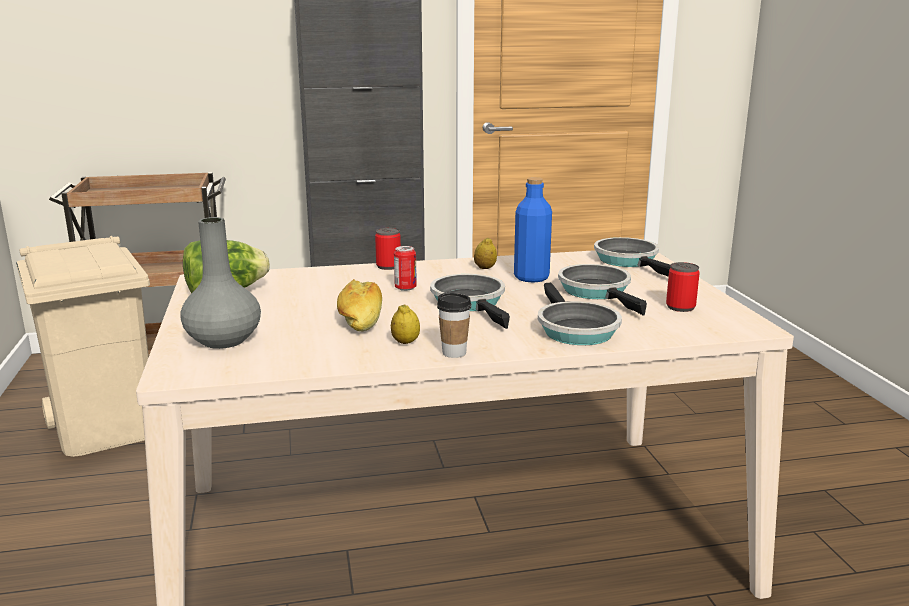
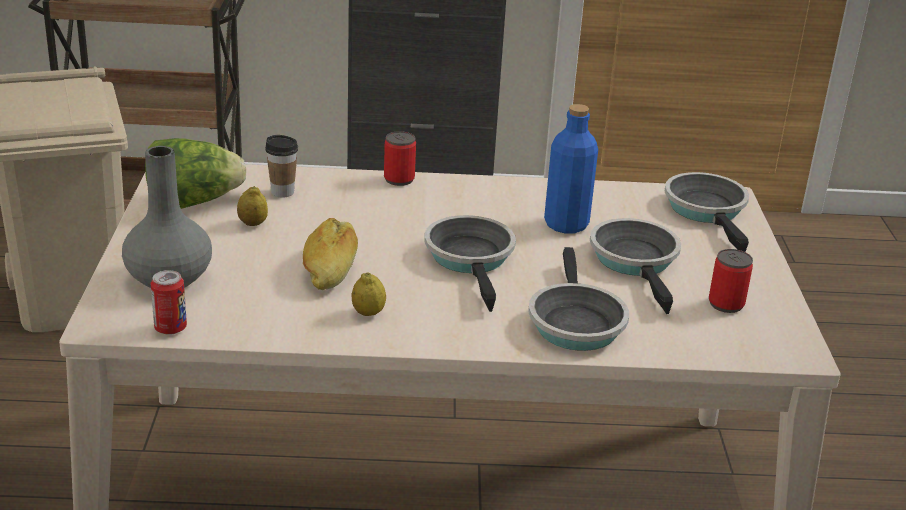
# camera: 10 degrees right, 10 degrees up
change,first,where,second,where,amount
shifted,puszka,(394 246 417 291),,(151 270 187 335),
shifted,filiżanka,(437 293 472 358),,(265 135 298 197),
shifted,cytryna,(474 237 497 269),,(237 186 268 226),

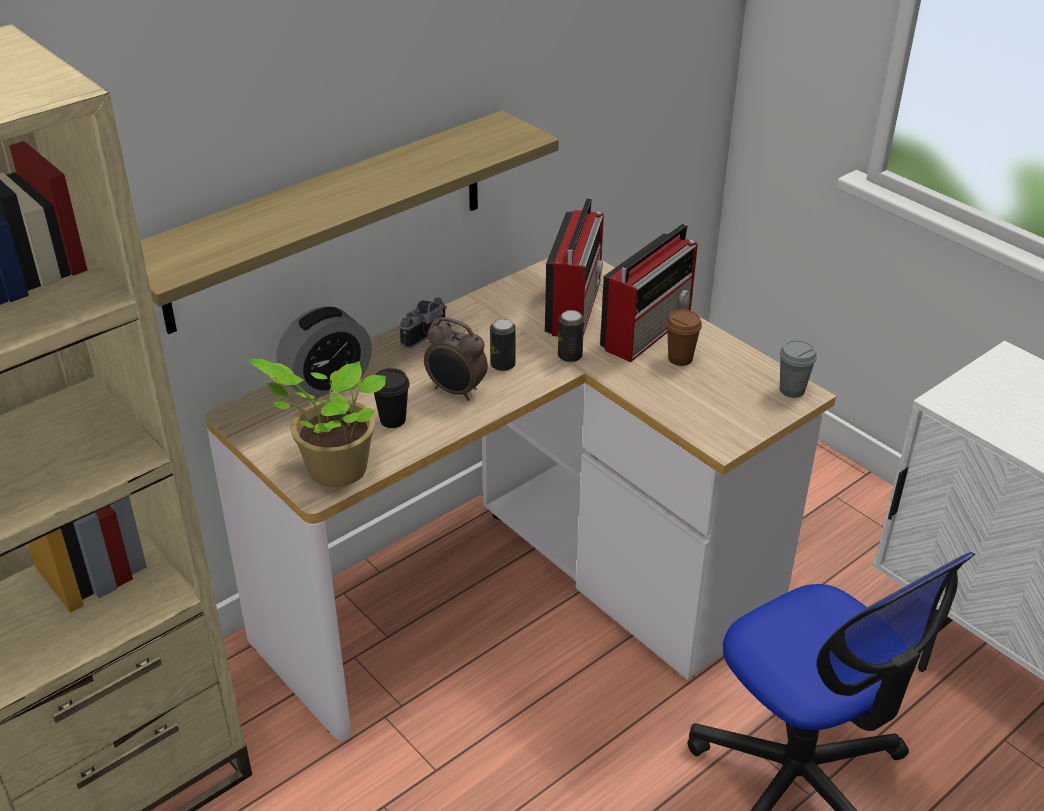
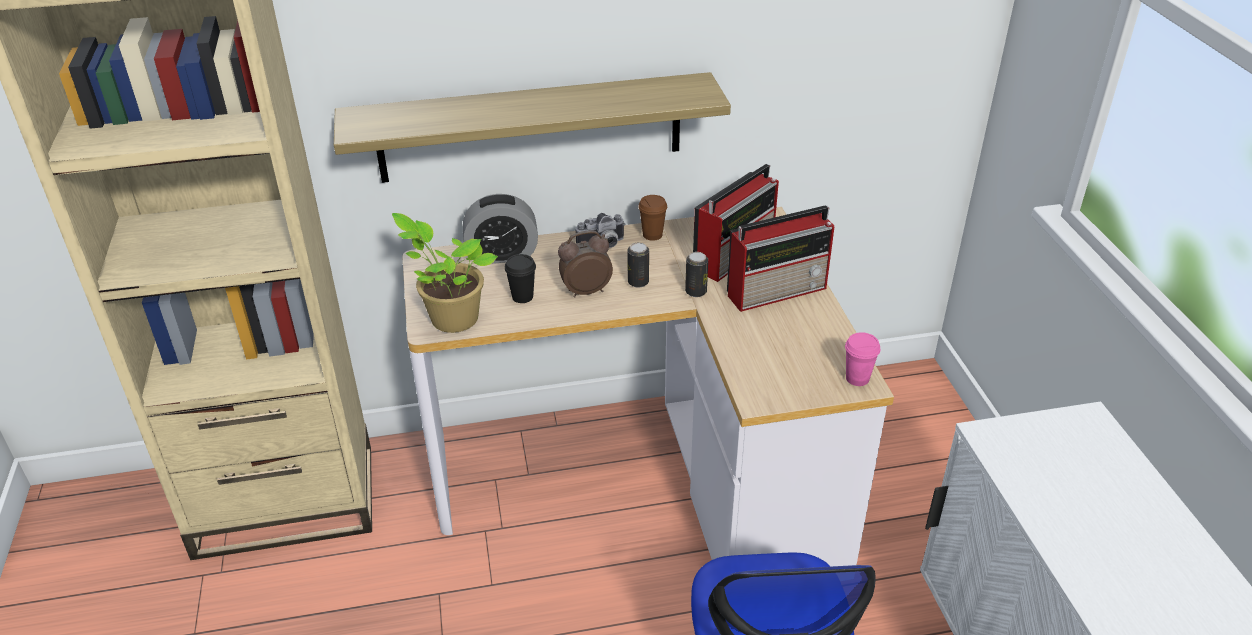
# camera: 30 degrees right, 0 degrees up
change,first,where,second,where,amount
shifted,filiżanka [brązowy],(666 310 702 366),,(638 195 667 241),
repainted,filiżanka [szary],(779 340 817 398),filiżanka [różowy],(845 332 880 386),
rotated,budzik,(424 317 488 401),,(558 230 613 298),105 degrees clockwise

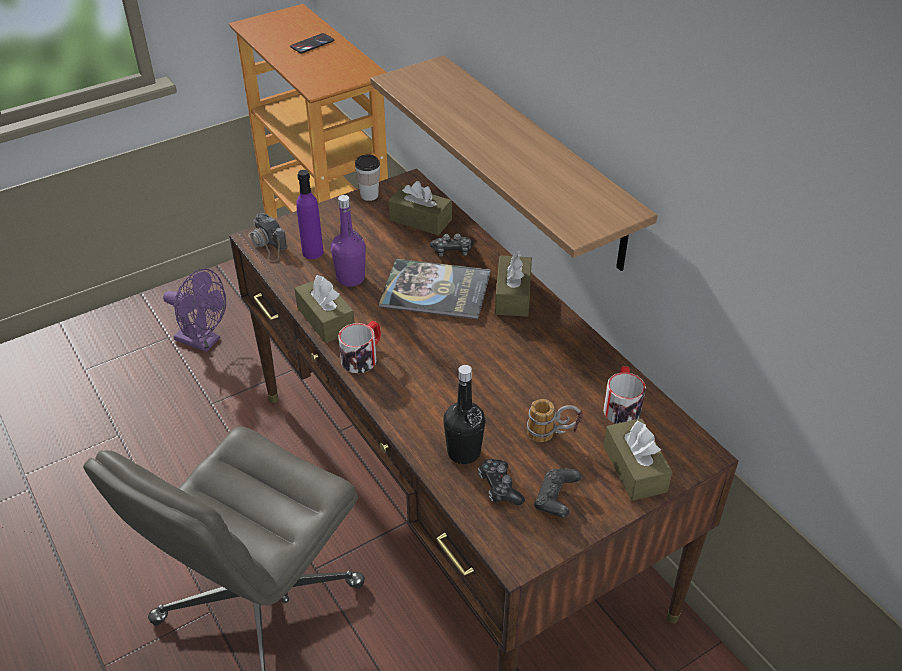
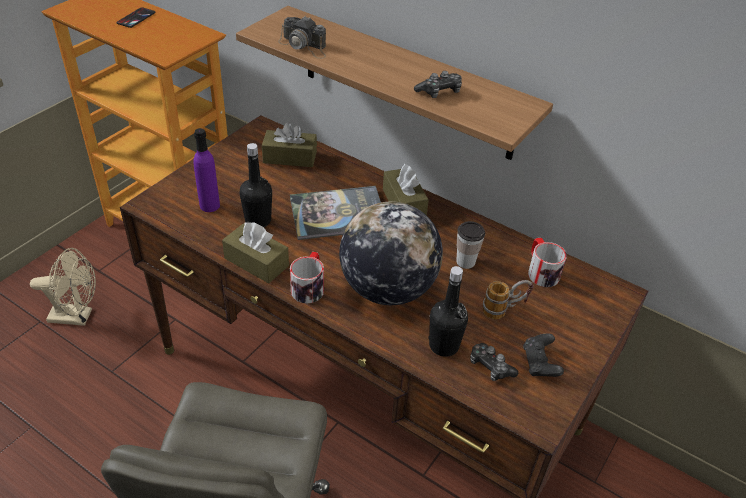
# camera: 25 degrees left, 0 degrees up
change,first,where,second,where,amount
gone,pudełko chusteczek [brązowy],(603 418 672 501),,,
new,,,globus,(339 201 443 305),
shifted,aparat fotograficzny,(248 213 287 262),,(278 16 326 59),
shifted,filiżanka,(355 154 380 201),,(456 221 485 269),
shifted,pad do gier,(430 233 474 257),,(414 71 462 98),
repainted,wentylator [fioletowy],(163 269 226 352),wentylator [beżowy],(30 248 96 326),
repainted,butelka [fioletowy],(331 195 366 287),butelka [czarny],(239 143 272 227),

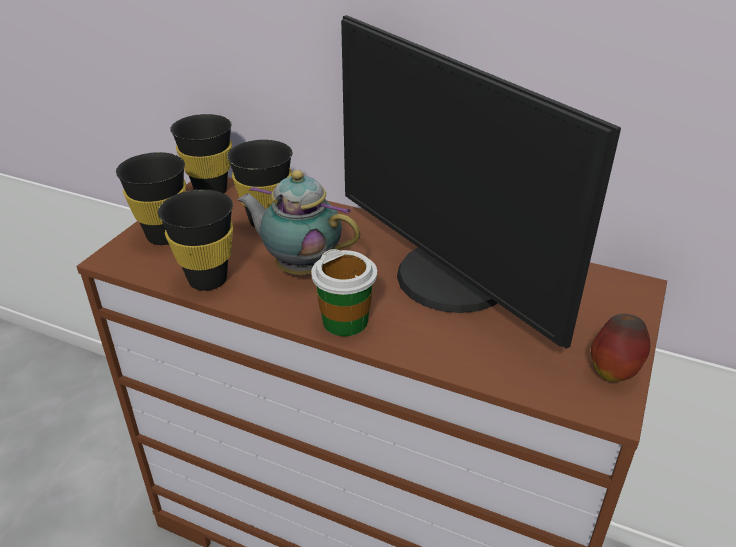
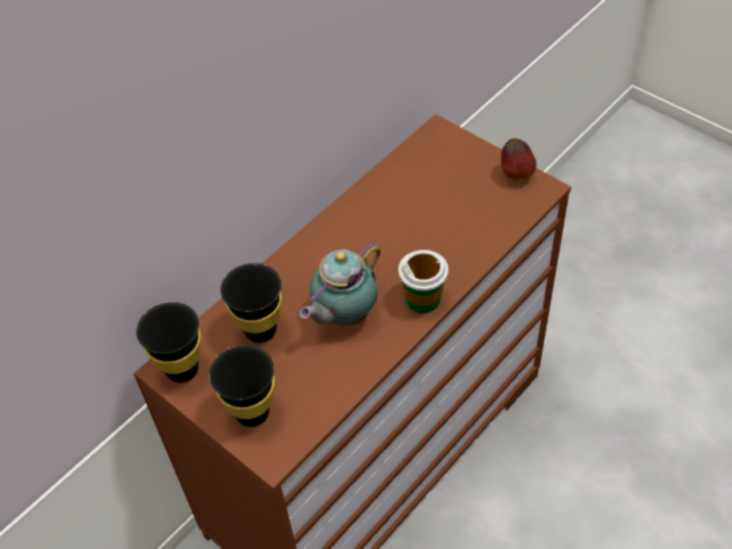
# camera: 70 degrees left, 15 degrees up
change,first,where,second,where,amount
gone,filiżanka [czarny],(158 189 233 291),,,
gone,monitor,(341 15 621 349),,,

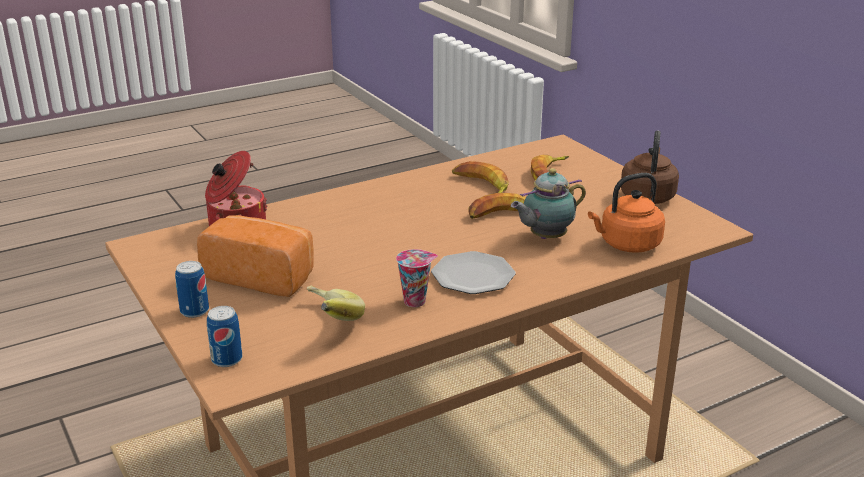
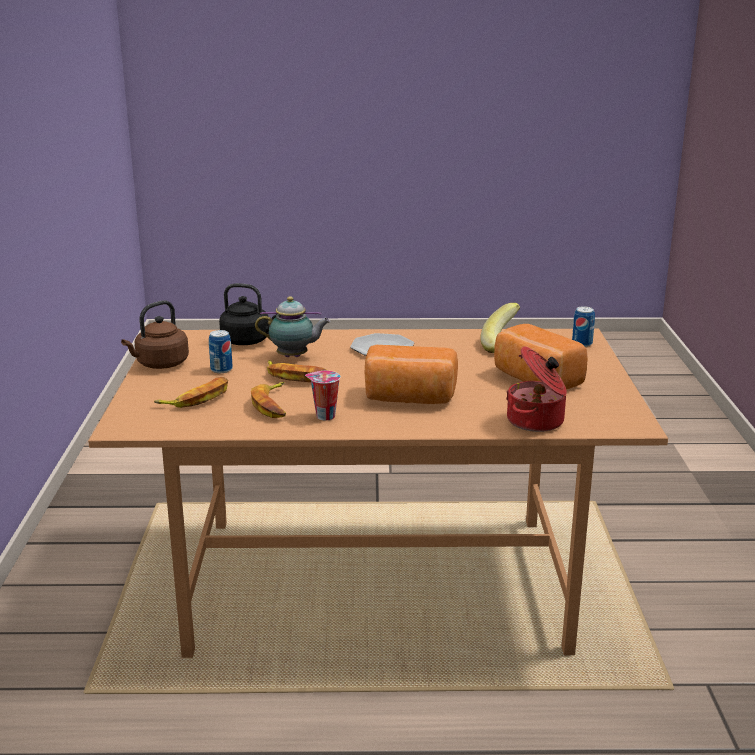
# camera: 150 degrees left, 5 degrees down
change,first,where,second,where,amount
new,,,chleb,(365 345 458 404),
shifted,puszka,(175 261 209 318),,(209 330 233 373),
shifted,filiżanka,(396 249 438 307),,(305 371 341 421),
repainted,czajnik [pomarańczowy],(588 173 665 253),czajnik [czarny],(219 283 276 345),

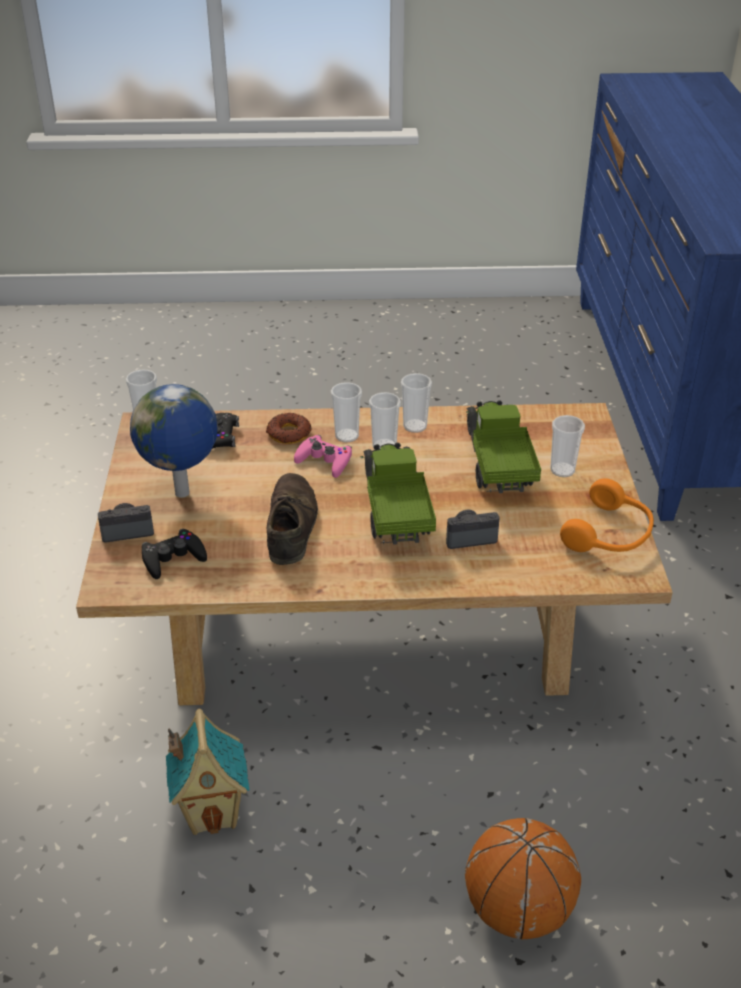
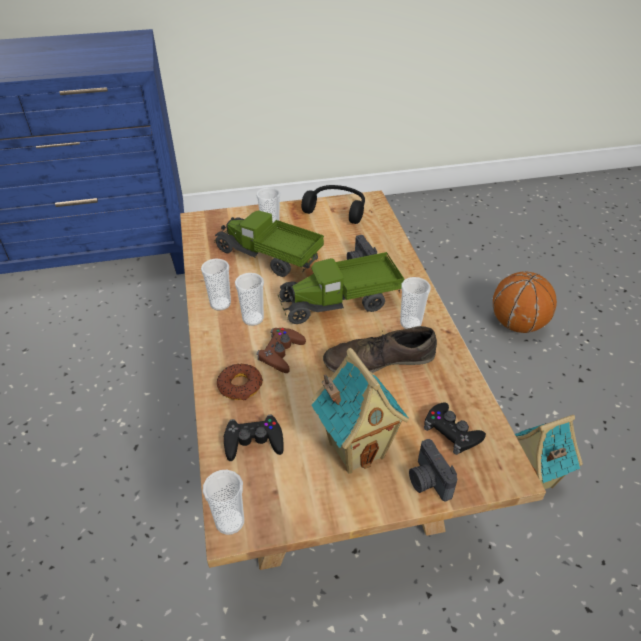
# camera: 100 degrees left, 5 degrees up
change,first,where,second,where,amount
shifted,filiżanka,(331 382 362 443),,(400 277 431 329),
swapped,globus,(130 384 217 498),domek,(311 348 409 474),
repainted,pad do gier [różowy],(294 435 352 478),pad do gier [brązowy],(257 328 306 373),
repainted,słuchawki [pomarańczowy],(560 478 654 552),słuchawki [czarny],(301 185 365 224),
rotated,ciężarówka zabawkowa,(466 400 541 493),,(214 210 324 277),45 degrees clockwise

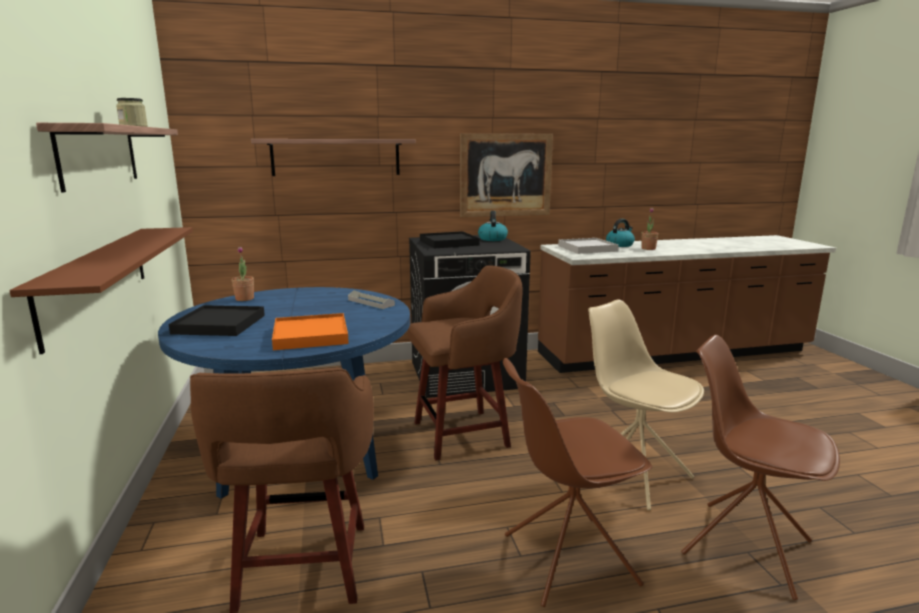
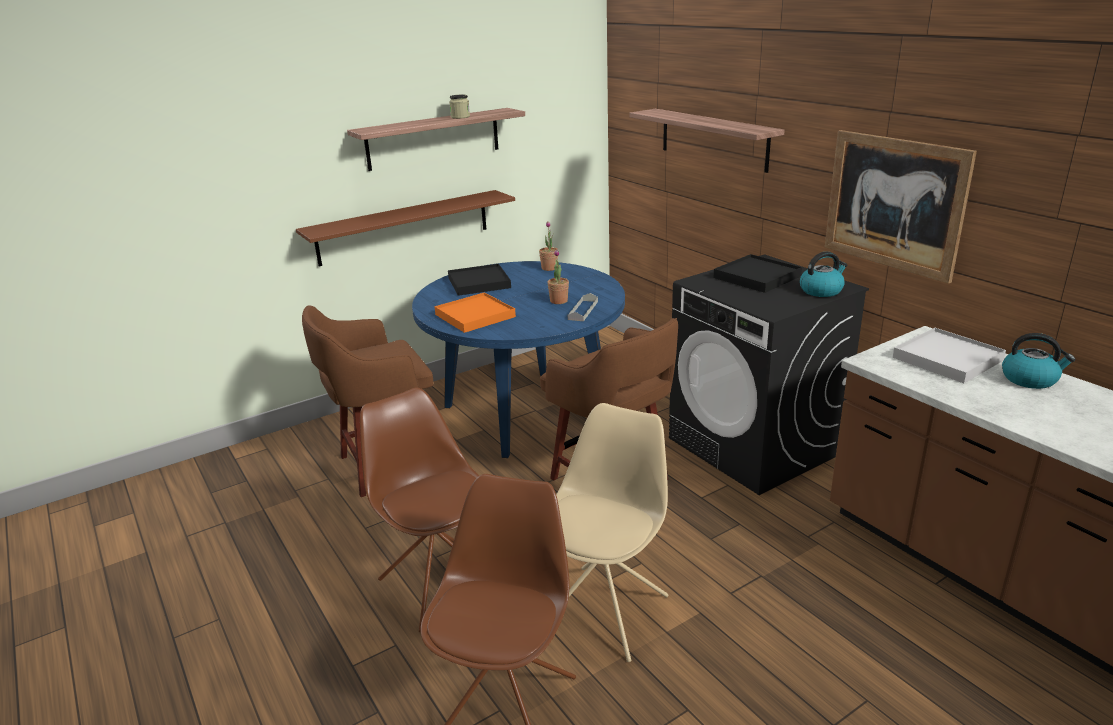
# camera: 70 degrees right, 10 degrees up
change,first,where,second,where,amount
shifted,roślina doniczkowa,(641 208 659 250),,(548 249 569 304),

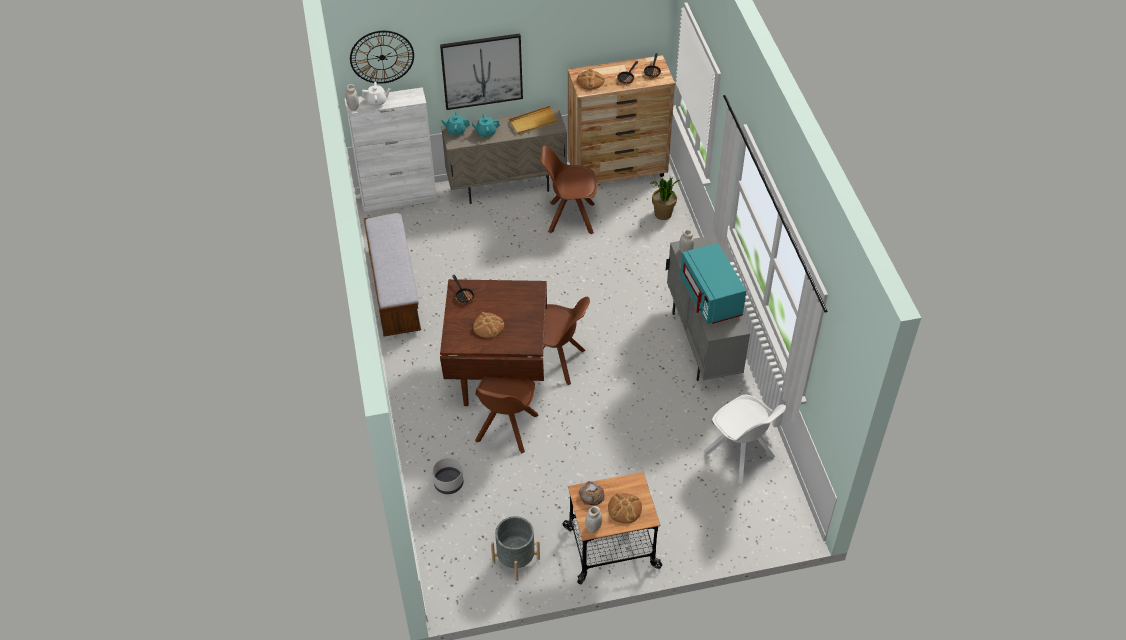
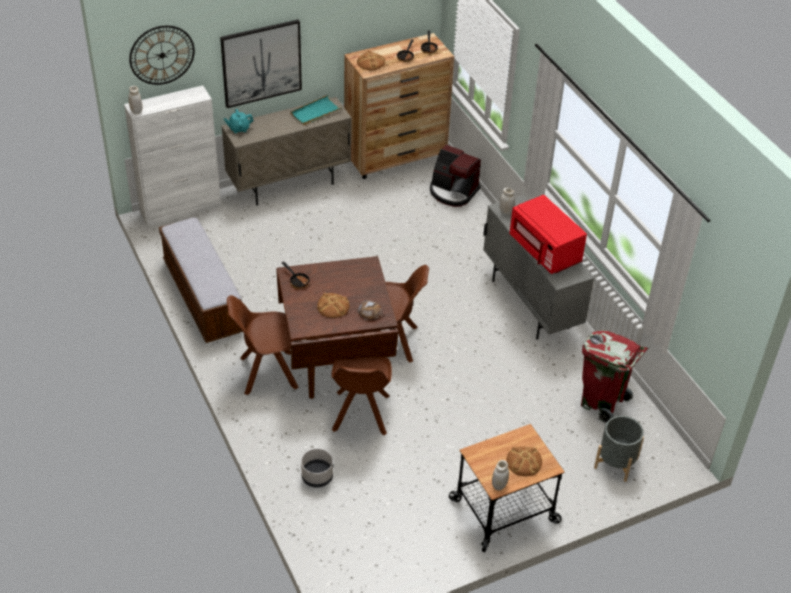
# camera: 15 degrees left, 5 degrees down
change,first,where,second,where,amount
gone,imbryk [biały],(361 82 390 107),,,
gone,imbryk [turkusowy],(471 113 500 137),,,
shifted,donica [szary],(491 516 540 581),,(594 416 644 482),
shifted,krzesło [brązowy],(540 146 597 234),,(227 295 298 395),
shifted,chleb,(579 481 604 505),,(357 299 383 321),
swapped,roślina doniczkowa,(650 177 680 220),ekspres do kawy,(430 145 481 207),
swapped,krzesło [biały],(704 395 786 484),kosz na śmieci [czerwony],(581 330 648 423),
repainted,taca [beżowy],(509 106 560 135),taca [turkusowy],(290 95 342 126),
repainted,mikrofalówka [turkusowy],(680 243 746 324),mikrofalówka [czerwony],(509 195 587 274),

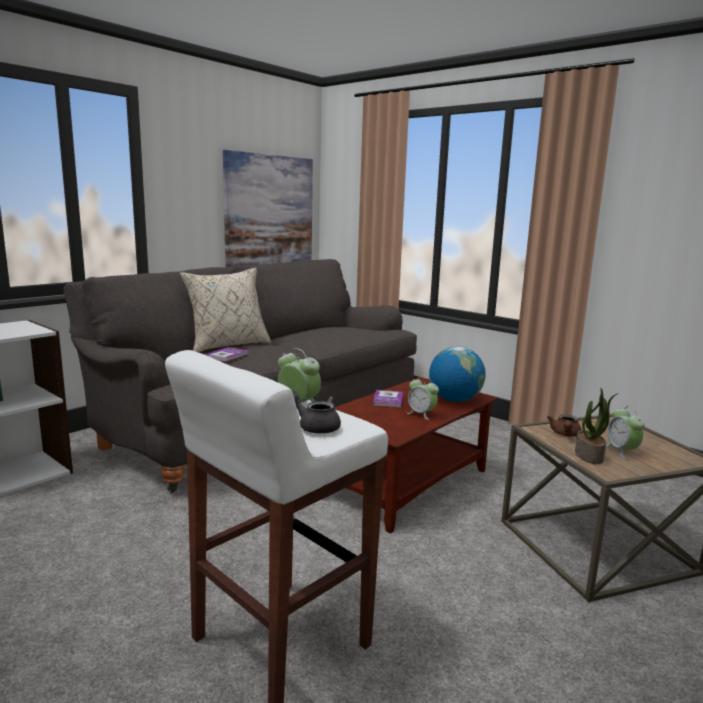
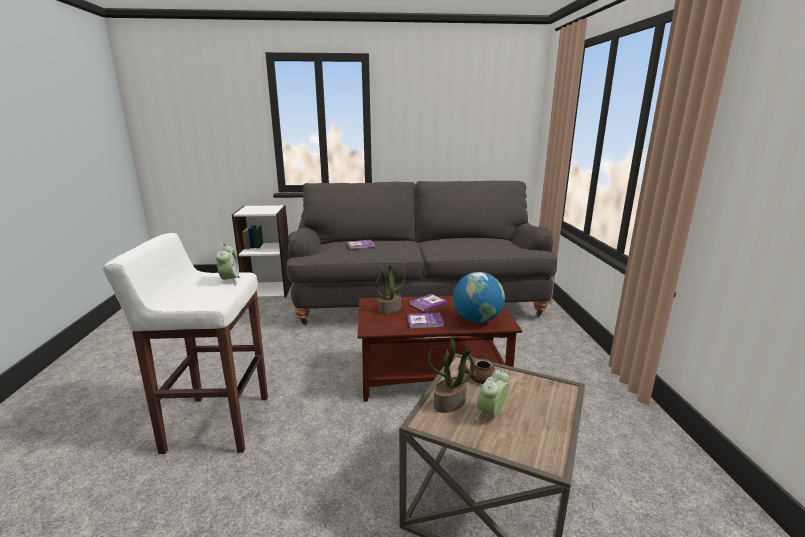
# camera: 45 degrees right, 5 degrees up
change,first,where,second,where,amount
gone,poduszka [beżowy],(179 268 271 353),,,
gone,obraz,(223 150 313 267),,,
gone,imbryk [szary],(292 390 341 434),,,
new,,,roślina doniczkowa,(375 264 405 314),
swapped,budzik,(407 376 439 420),książka,(407 313 444 328),

